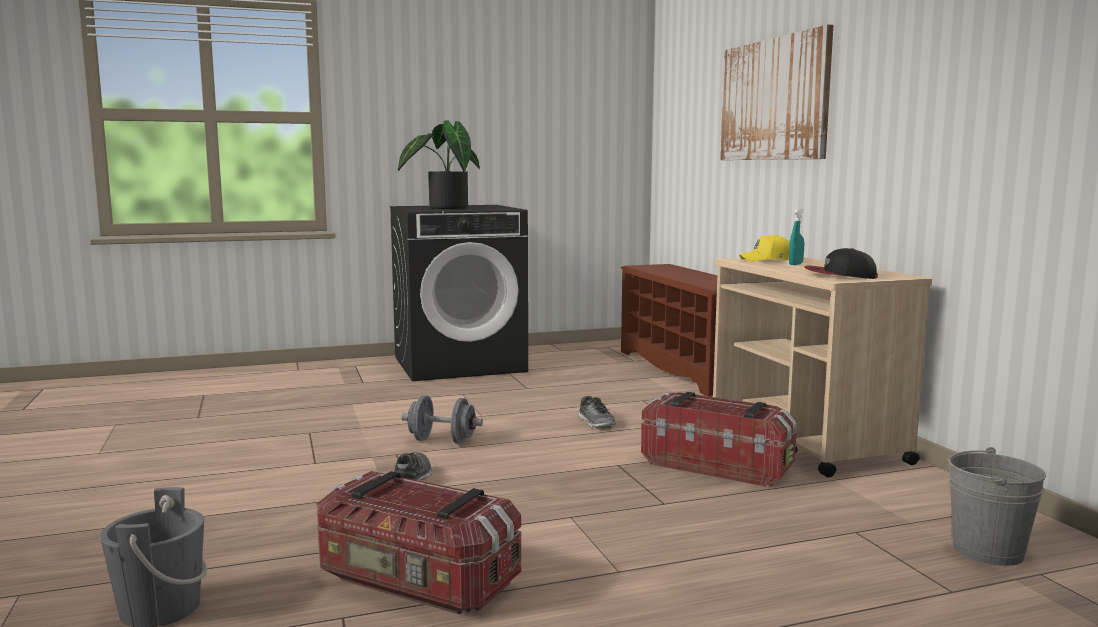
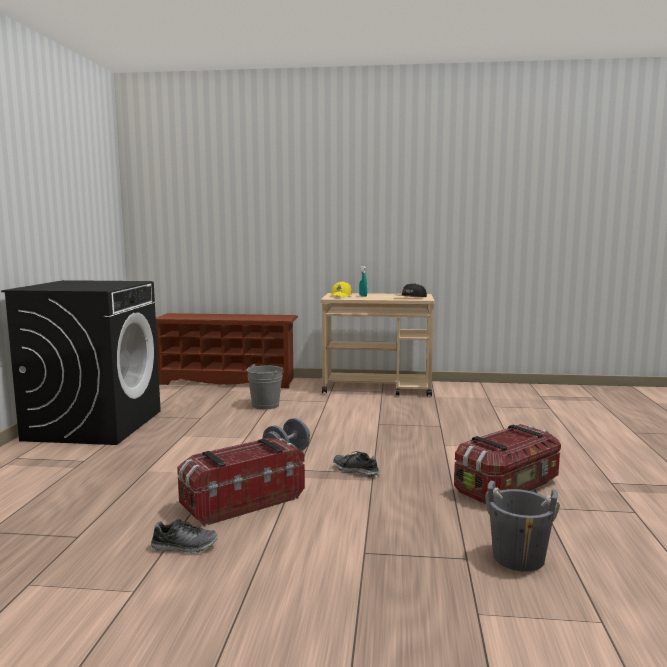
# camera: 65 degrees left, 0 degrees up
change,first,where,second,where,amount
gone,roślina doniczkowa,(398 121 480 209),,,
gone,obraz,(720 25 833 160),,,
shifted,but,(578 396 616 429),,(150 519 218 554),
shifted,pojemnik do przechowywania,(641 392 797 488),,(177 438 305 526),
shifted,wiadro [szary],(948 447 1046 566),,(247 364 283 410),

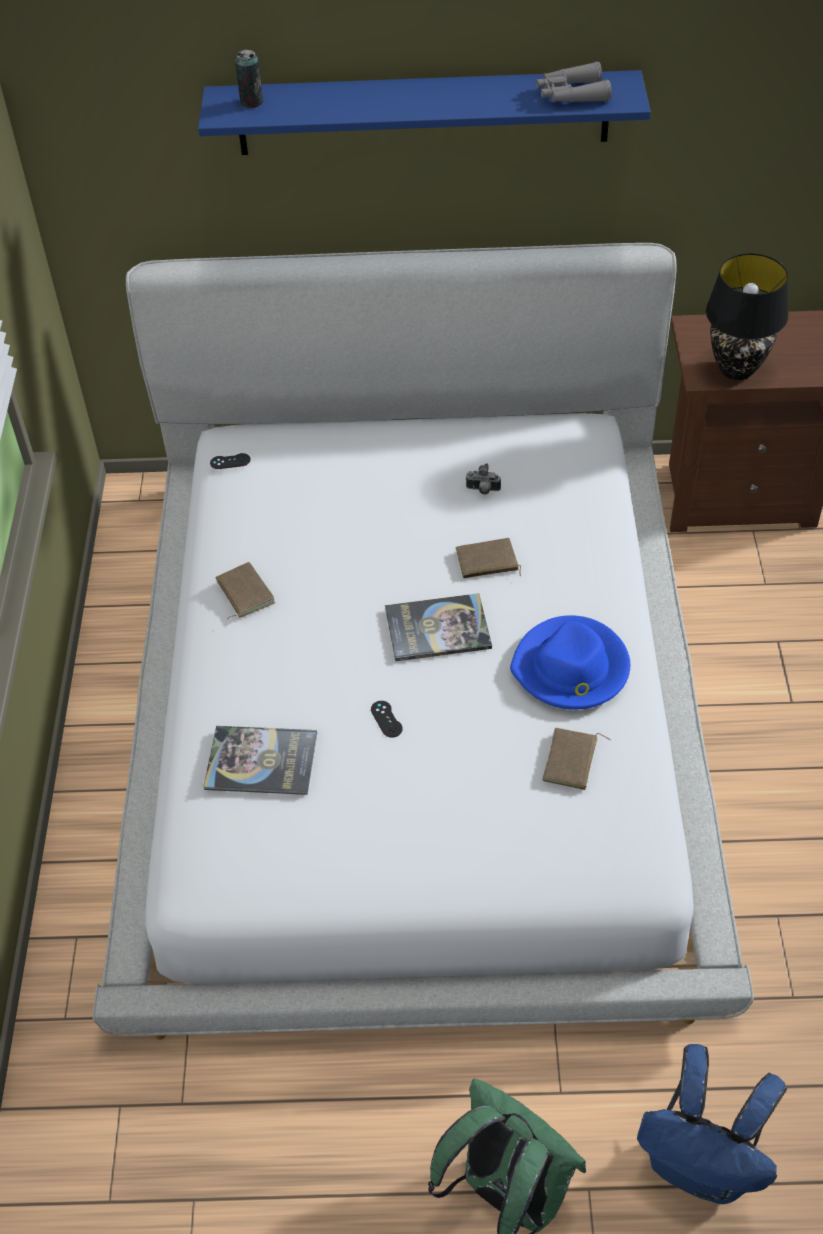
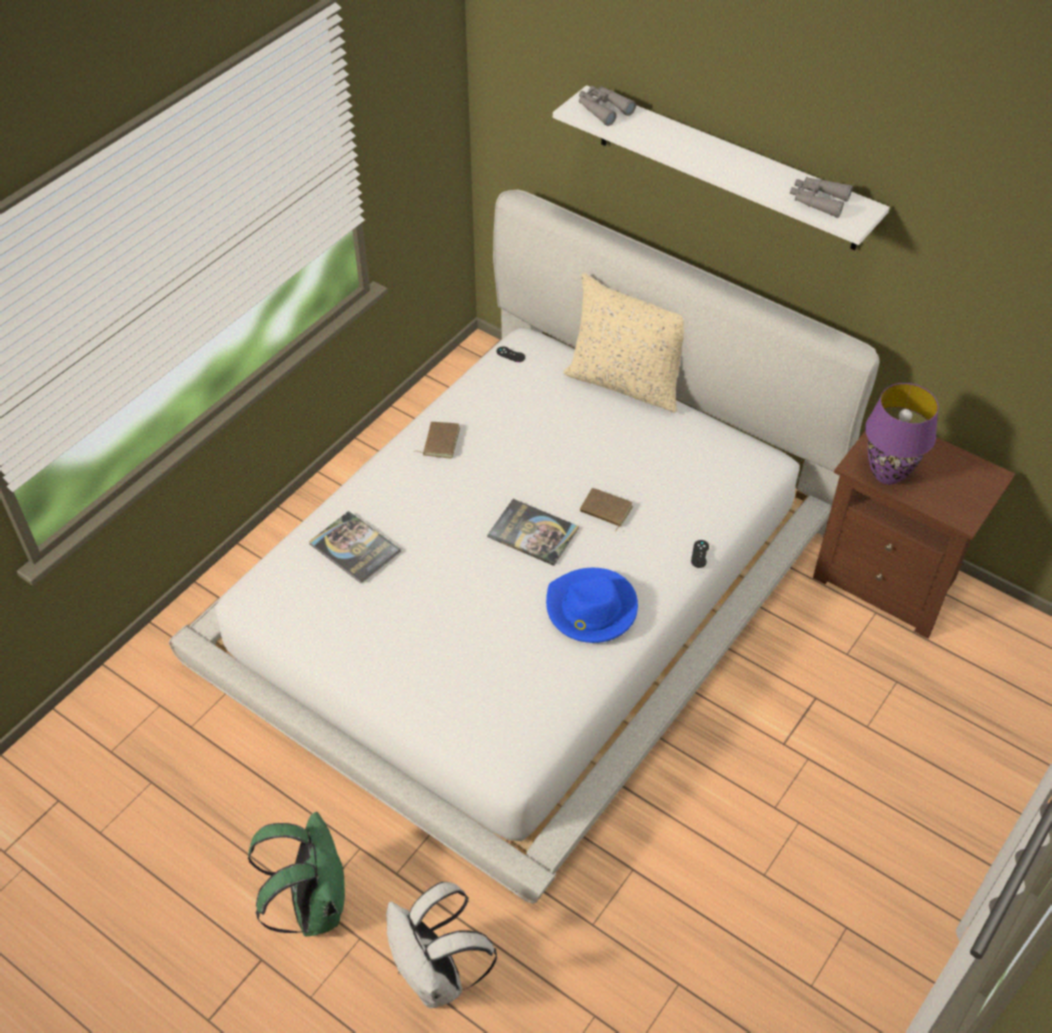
# camera: 35 degrees right, 0 degrees up
change,first,where,second,where,amount
gone,aparat fotograficzny,(465 463 501 495),,,
gone,książka [brązowy],(542 728 611 790),,,
new,,,poduszka [beżowy],(563 273 684 413),
shifted,pad do gier [czarny],(371 701 403 738),,(691 540 709 568),
swapped,puszka,(235 49 263 108),lornetka [szary],(579 86 636 126),
repainted,półka [niebieski],(198 70 651 155),półka [biały],(553 85 890 250),
repainted,plecak [niebieski],(637 1044 787 1204),plecak [biały],(386 882 497 1008),
repainted,lampa stołowa [czarny],(706 253 788 380),lampa stołowa [fioletowy],(865 383 939 485),

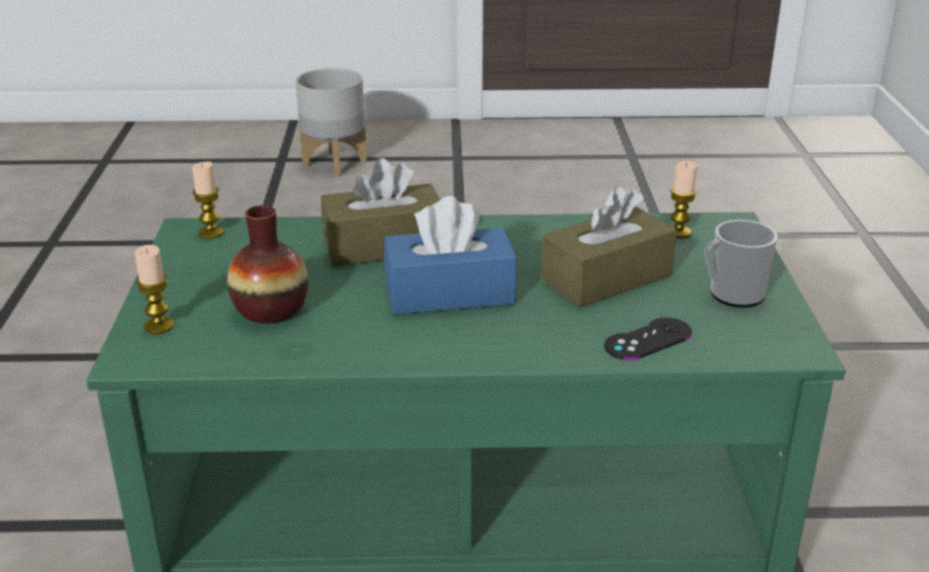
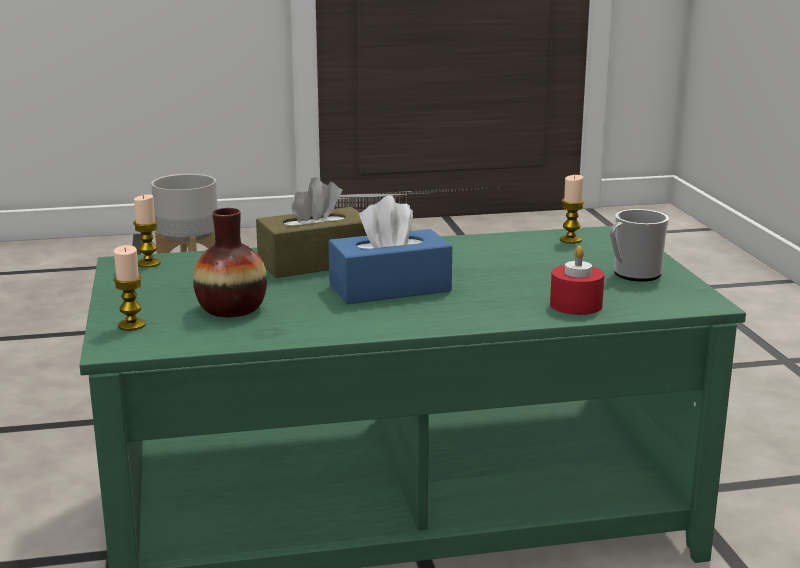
# camera: 10 degrees left, 10 degrees down
change,first,where,second,where,amount
gone,pudełko chusteczek [brązowy],(541 186 677 307),,,
swapped,pad do gier [czarny],(604 317 692 360),świeca [czerwony],(550 246 604 315),

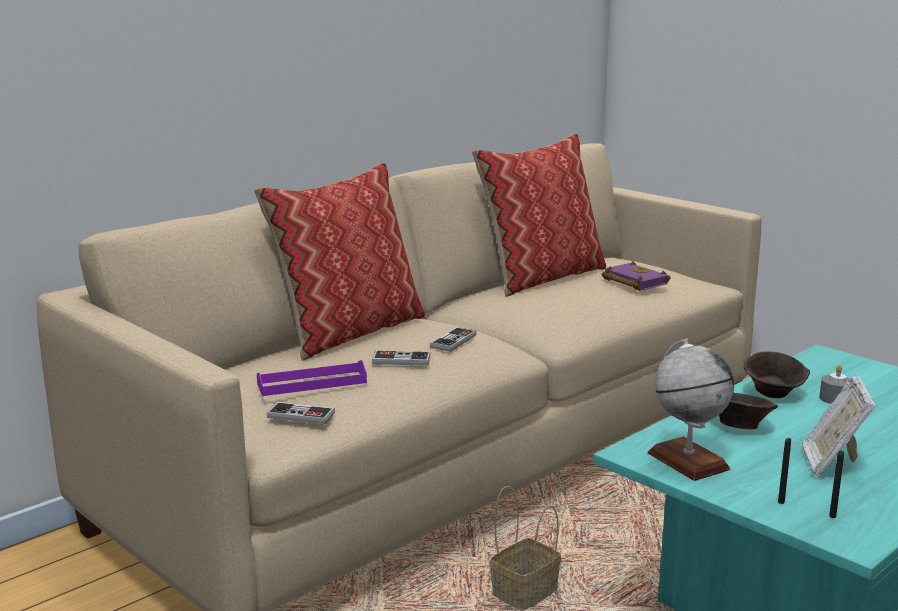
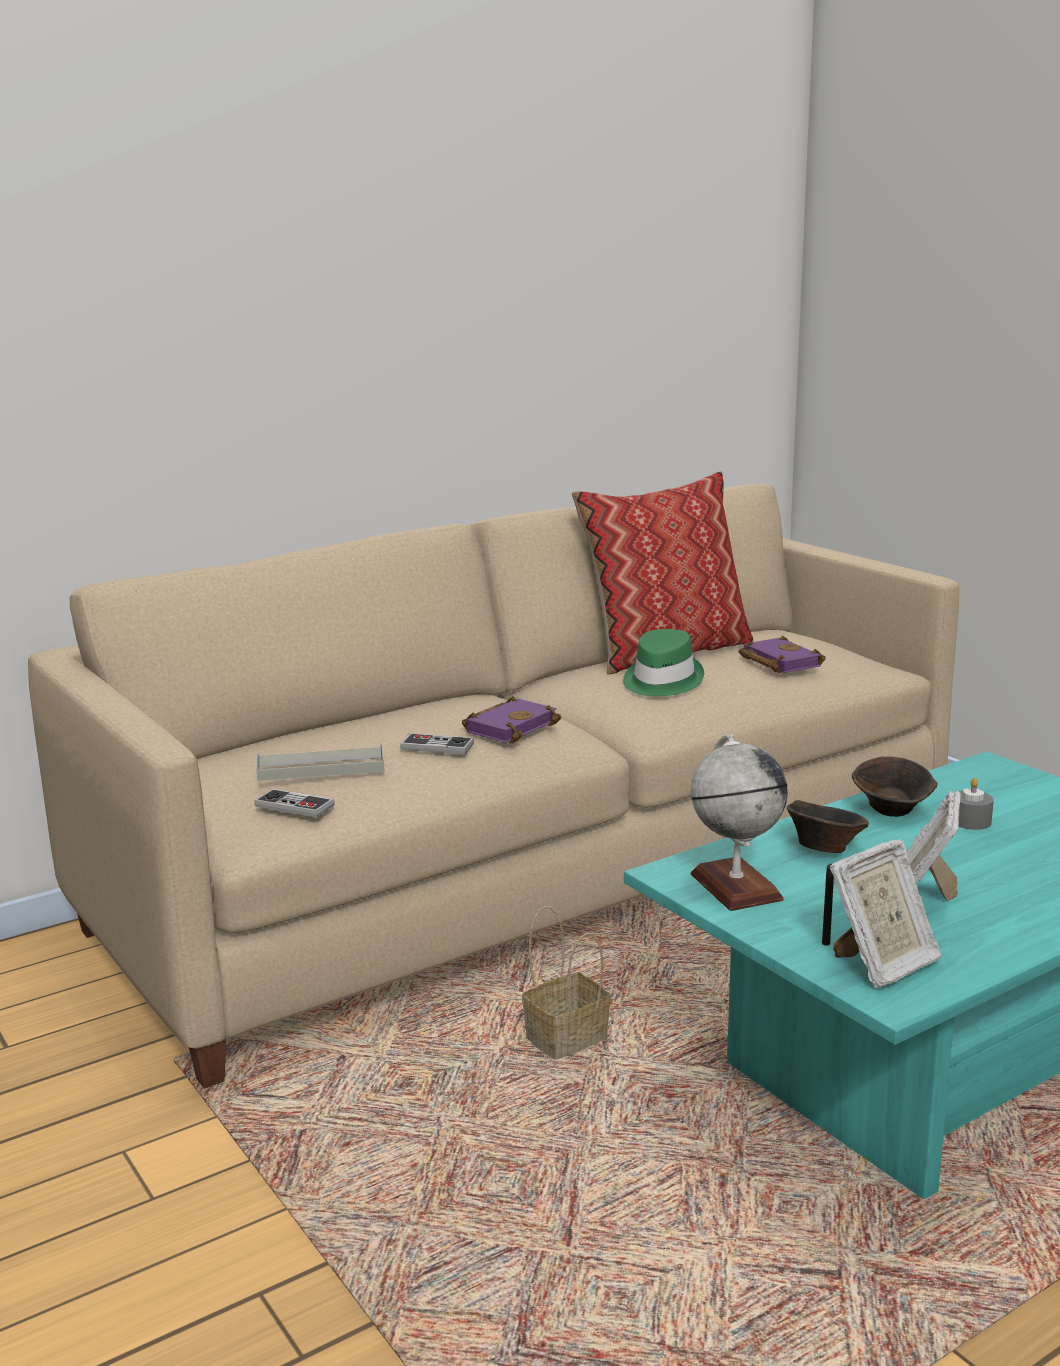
# camera: 10 degrees right, 0 degrees up
change,first,where,second,where,amount
gone,poduszka,(254 162 425 361),,,
new,,,kapelusz [zielony],(623 629 704 696),
swapped,pad do gier,(430 327 476 352),książka [fioletowy],(462 696 561 744),
swapped,świeca [czarny],(829 451 844 518),ramka na zdjęcie,(830 839 942 988),
repainted,taca [fioletowy],(257 360 367 396),taca [szary],(256 744 385 781),

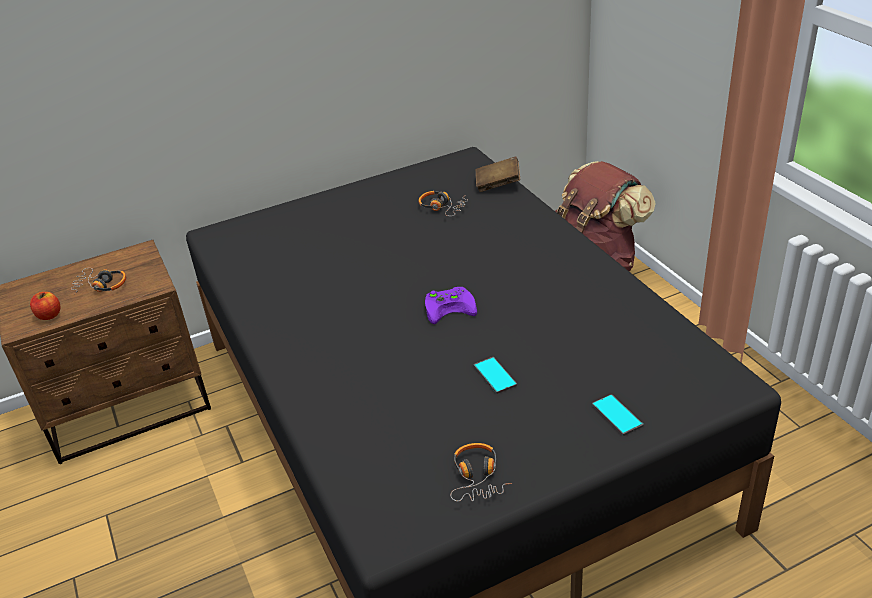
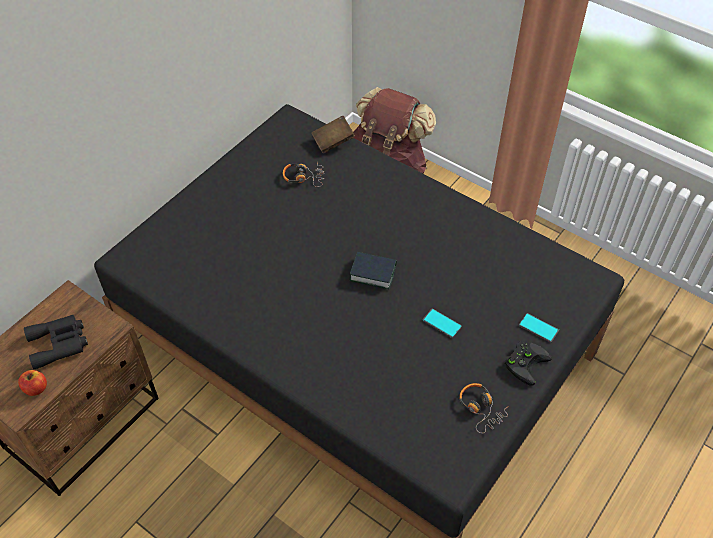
# camera: 30 degrees left, 15 degrees up
change,first,where,second,where,amount
new,,,pad do gier [czarny],(504 341 552 386),
swapped,słuchawki,(71 268 126 294),lornetka [czarny],(24 315 88 369),
swapped,pad do gier [fioletowy],(425 287 477 324),książka,(350 252 397 289),

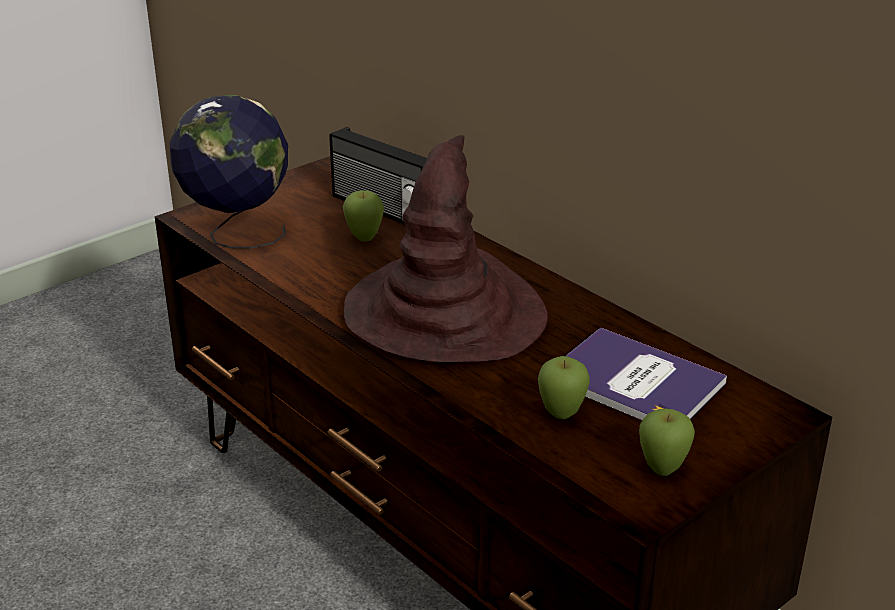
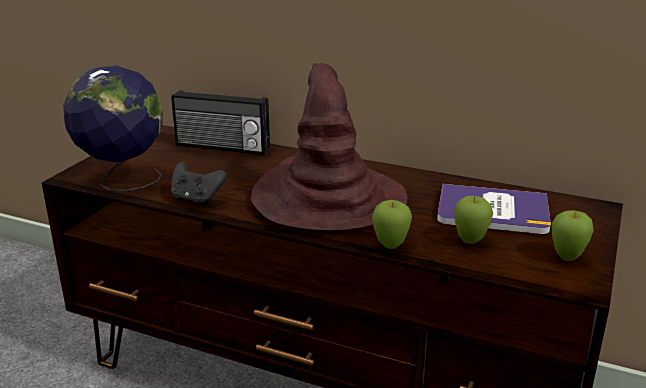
# camera: 25 degrees left, 5 degrees down
change,first,where,second,where,amount
new,,,pad do gier [czarny],(171 162 227 206),
shifted,jabłko,(343 190 384 242),,(372 200 412 249),

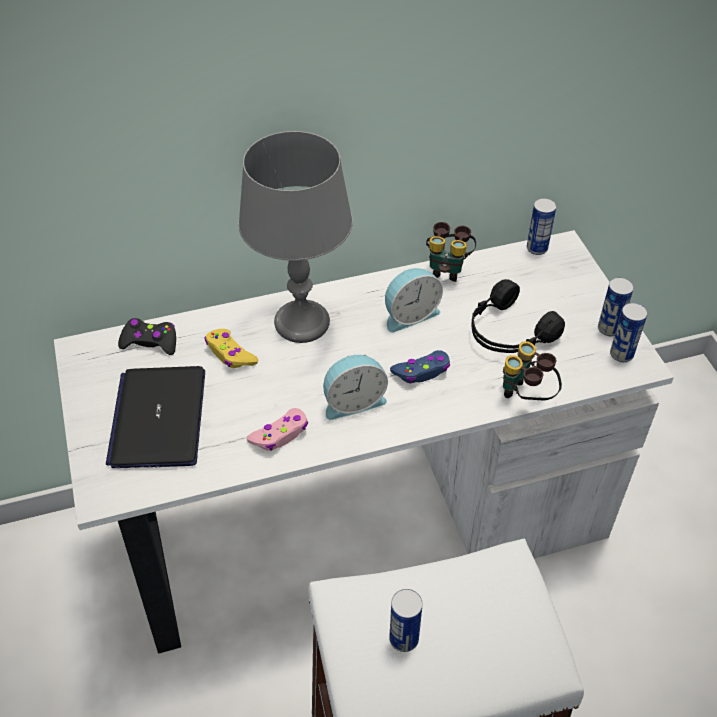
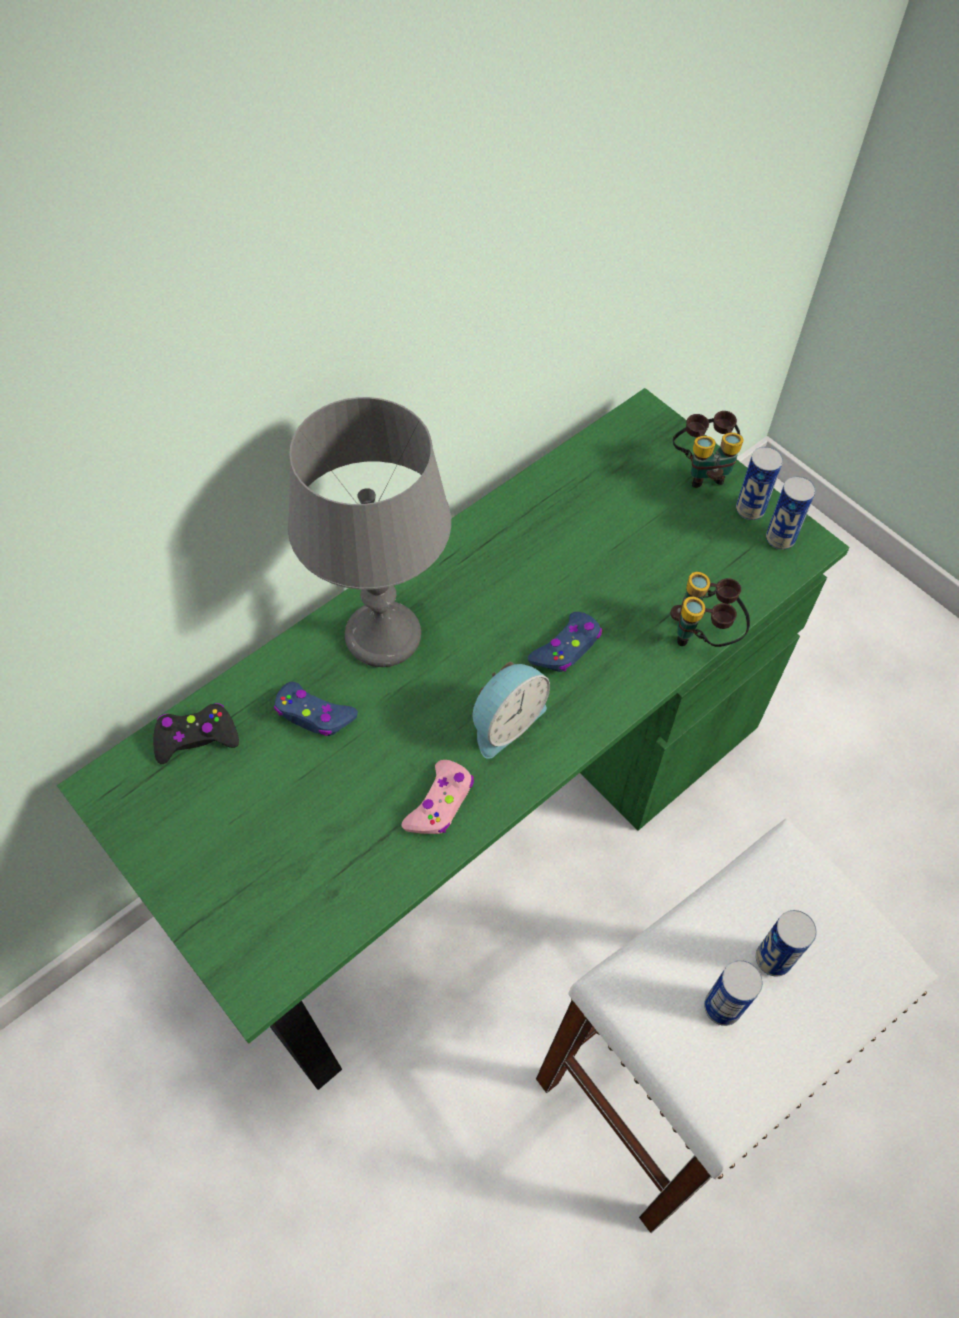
# camera: 25 degrees left, 10 degrees up
change,first,where,second,where,amount
gone,laptop,(106 366 205 468),,,
gone,budzik,(385 268 443 333),,,
gone,słuchawki [czarny],(471 279 565 353),,,
shifted,lornetka,(426 222 476 282),,(673 411 744 488),
shifted,puszka,(527 198 556 255),,(756 910 817 976),
repainted,biurko [biały],(54 230 674 654),biurko [zielony],(57 388 850 1090),
repainted,pad do gier [żółty],(205 329 258 368),pad do gier [niebieski],(274 682 358 736),

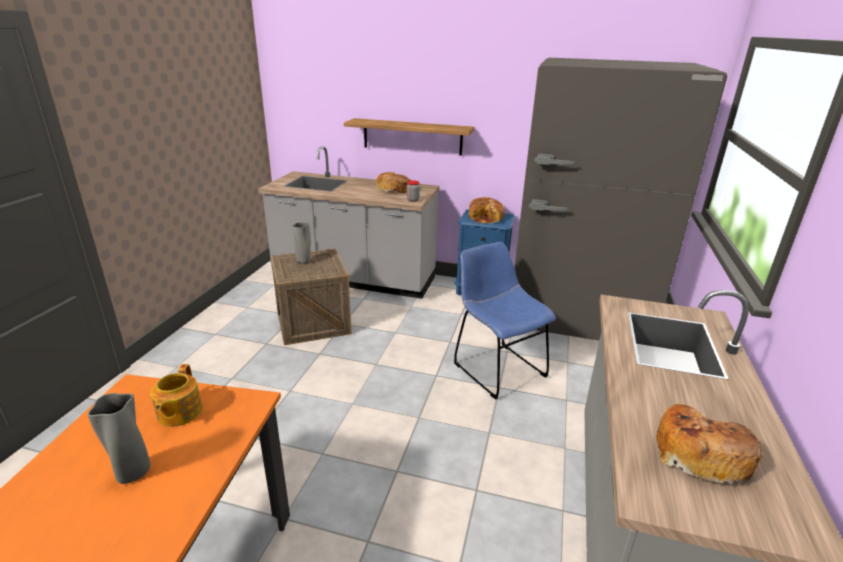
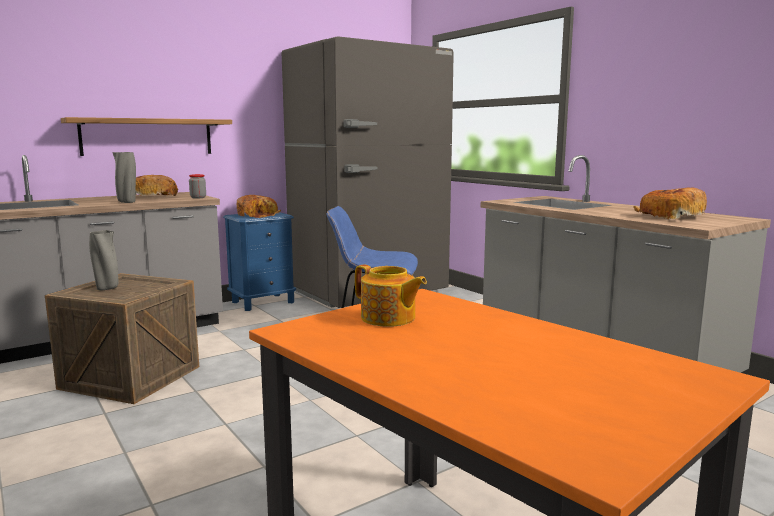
# camera: 50 degrees left, 15 degrees down
change,first,where,second,where,amount
shifted,wazon [szary],(87 393 151 484),,(112 152 136 203),

